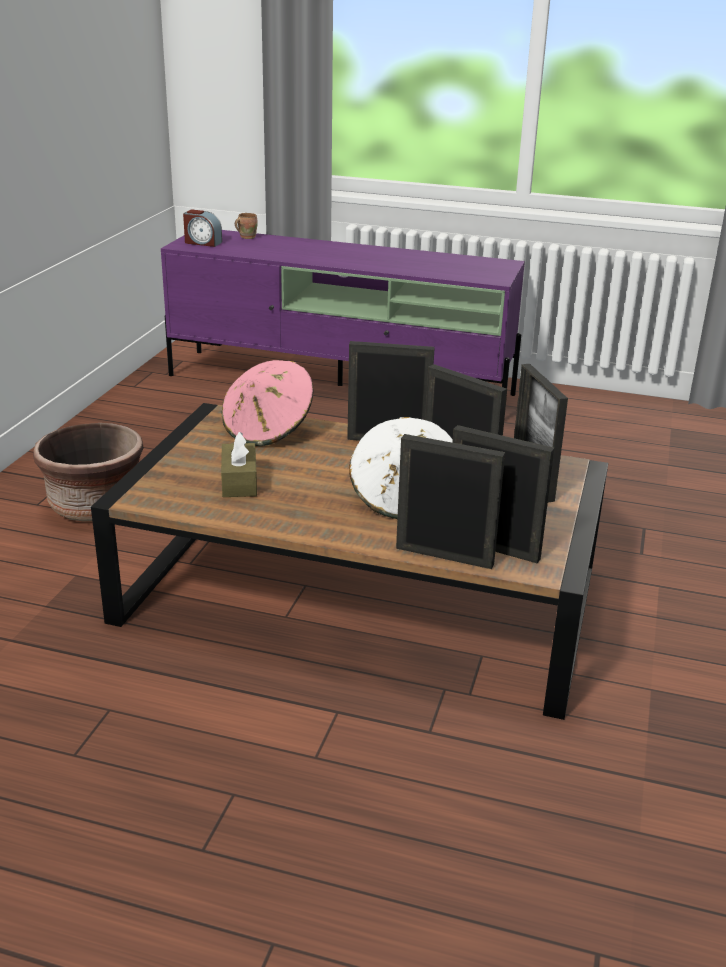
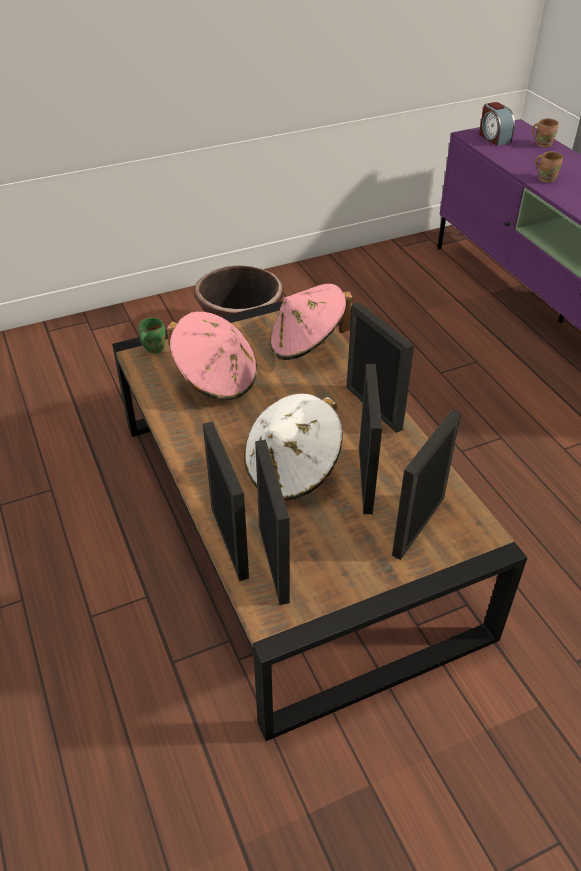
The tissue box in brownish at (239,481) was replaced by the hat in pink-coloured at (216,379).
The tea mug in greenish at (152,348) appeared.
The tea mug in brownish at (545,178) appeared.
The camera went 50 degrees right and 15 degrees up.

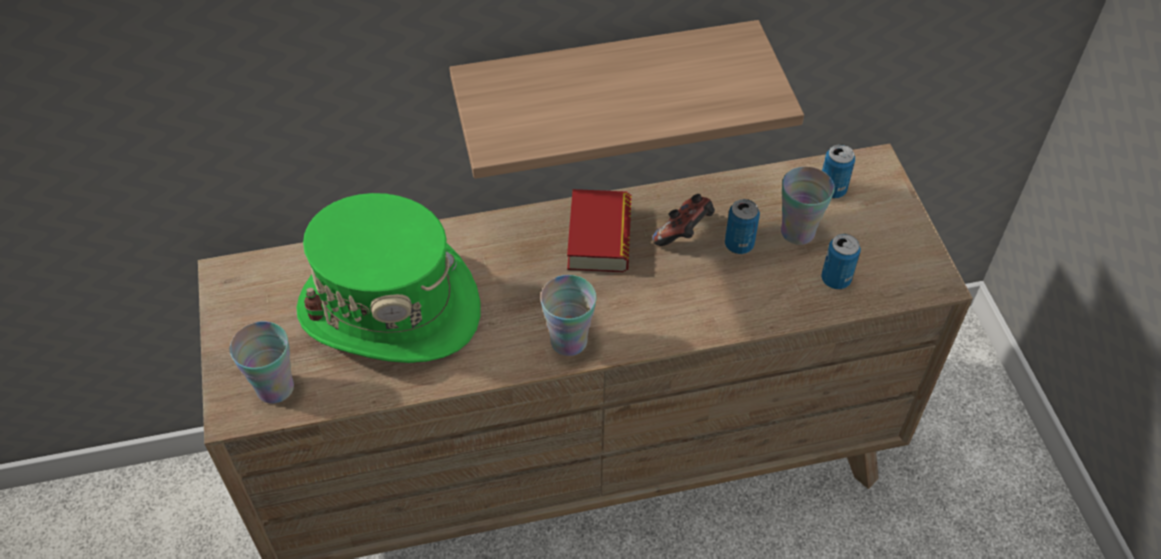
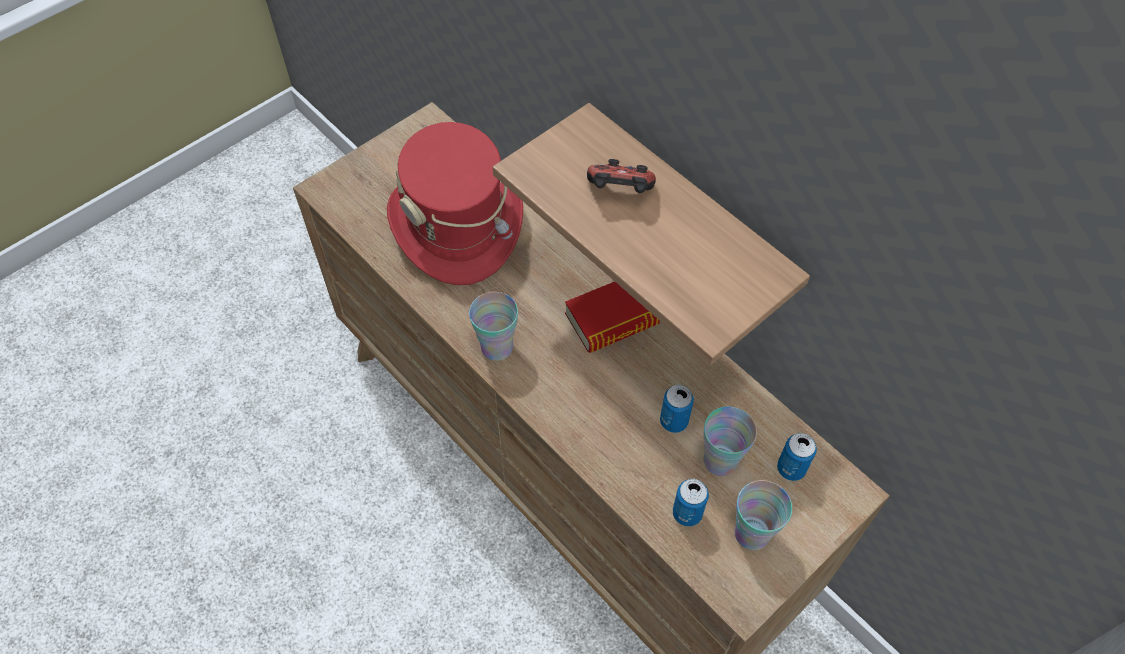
The cup moved from (275,388) to (752,533).
The hat in greenish at (390,308) became the hat in red-coloured at (458,224).
The game controller moved from (684,233) to (619,193).
The camera went 60 degrees right and 5 degrees up.

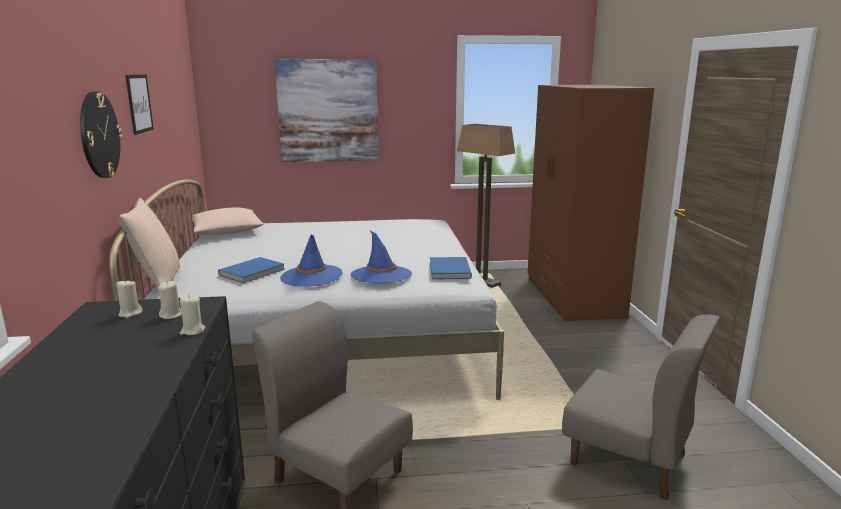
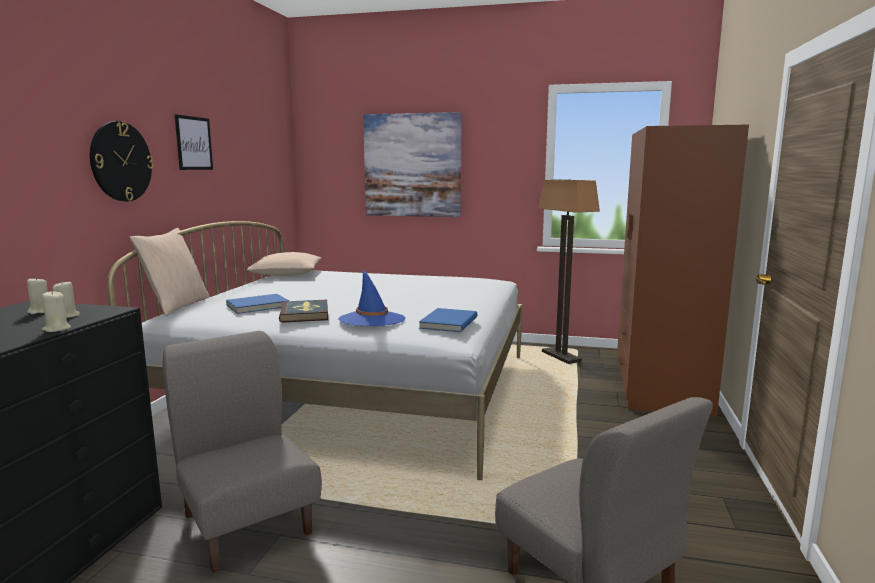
The hat in blue at (311,276) was replaced by the volume at (305,314).
The camera went 20 degrees right and 5 degrees down.

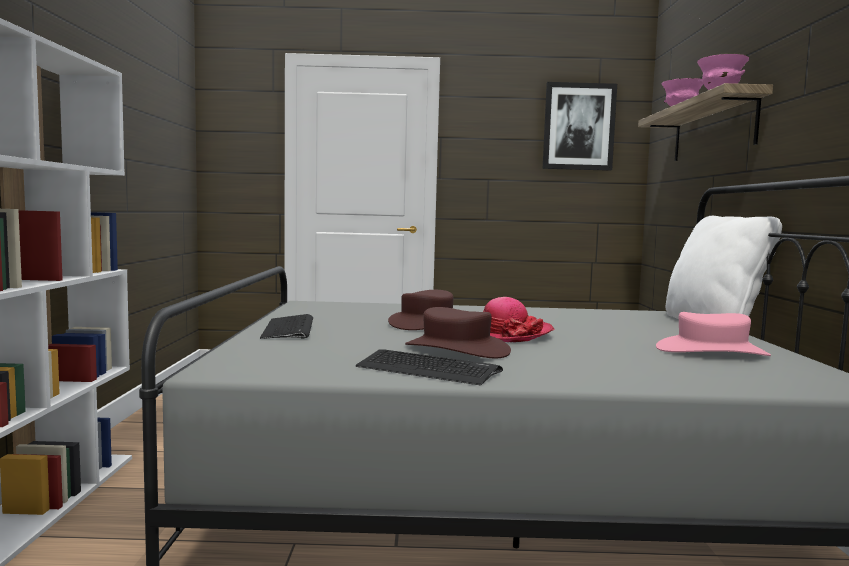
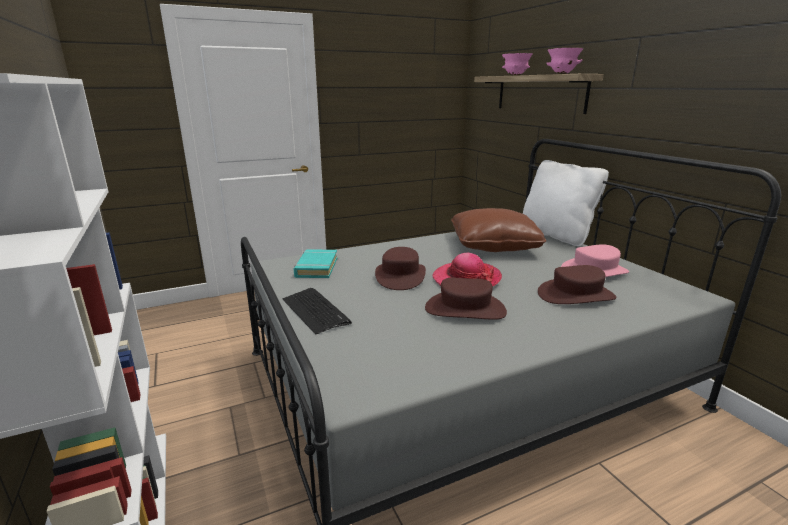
The PC keyboard at (428,369) disappeared.
The wall art at (578,127) disappeared.
The volume in turquoise-coloured at (316,267) appeared.
The cushion in brownish at (494,245) appeared.
The hat in brownish at (576,295) appeared.
The camera went 25 degrees left and 15 degrees up.

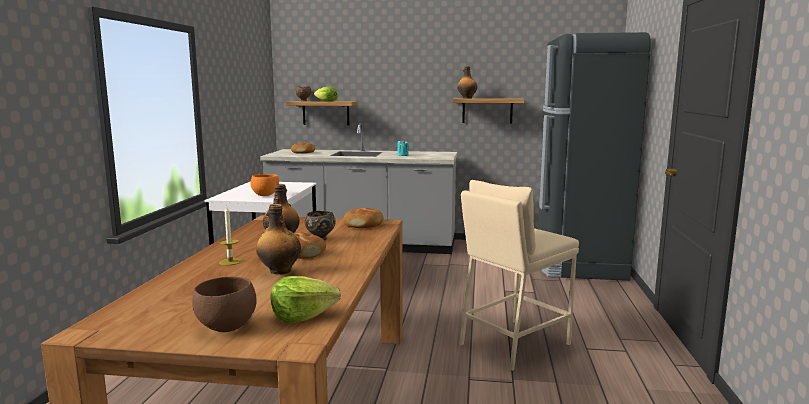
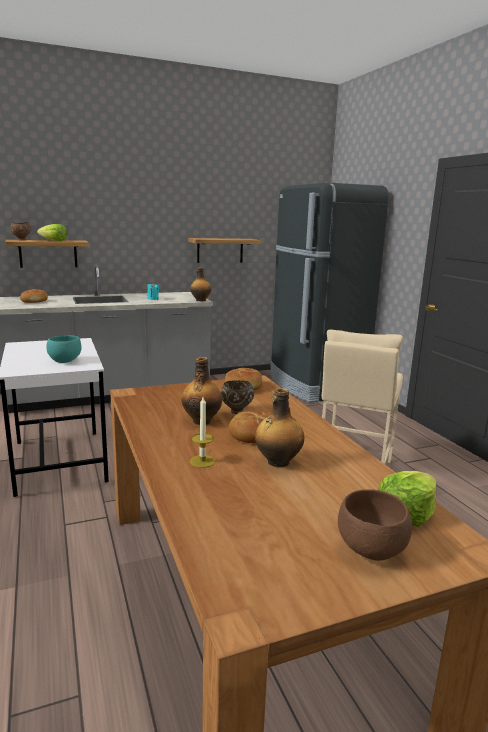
The bowl in orange-coloured at (265,195) became the bowl in turquoise-coloured at (64,361).
The bottle moved from (466,98) to (200,300).
The camera went 30 degrees left and 5 degrees up.

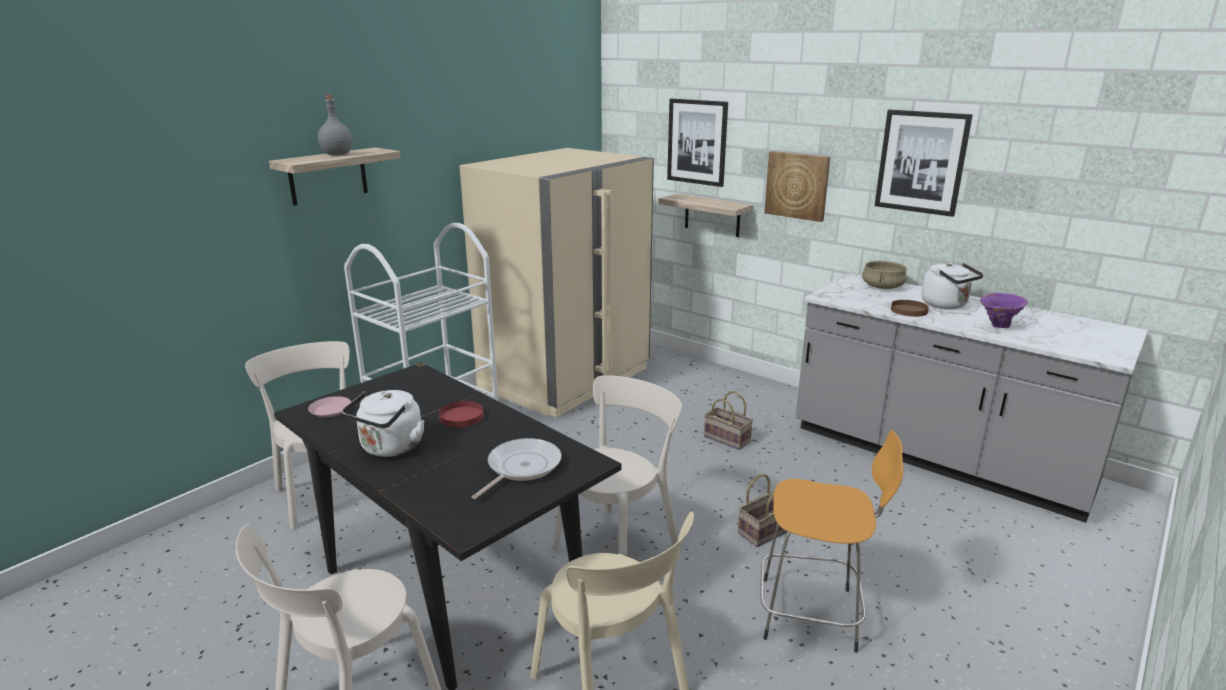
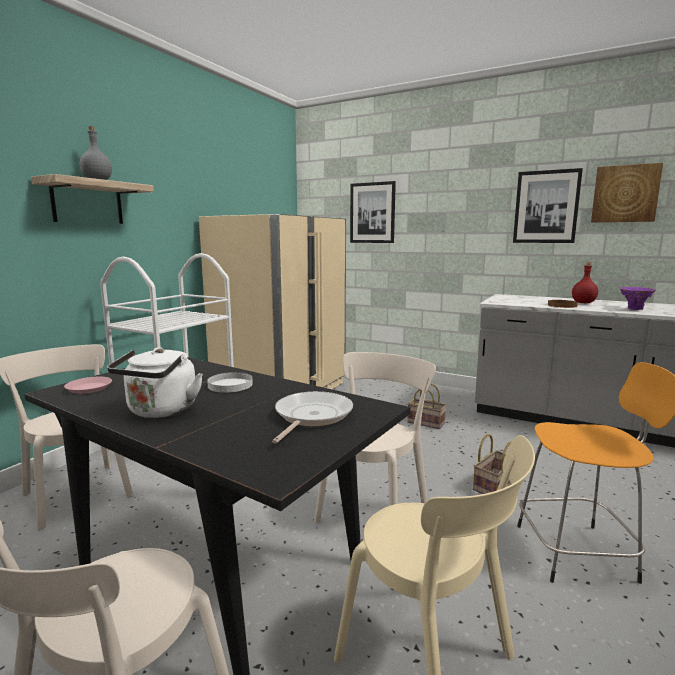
The flat dish in red-coloured at (462,416) became the flat dish in white-coloured at (230,385).
The wall shelf at (712,215) disappeared.
The wall art moved from (797,185) to (625,194).
The stockpot in sand-coloured at (882,287) disappeared.
The water kettle in white-coloured at (946,305) was replaced by the bottle in red-coloured at (584,303).
The camera went 10 degrees left and 10 degrees down.

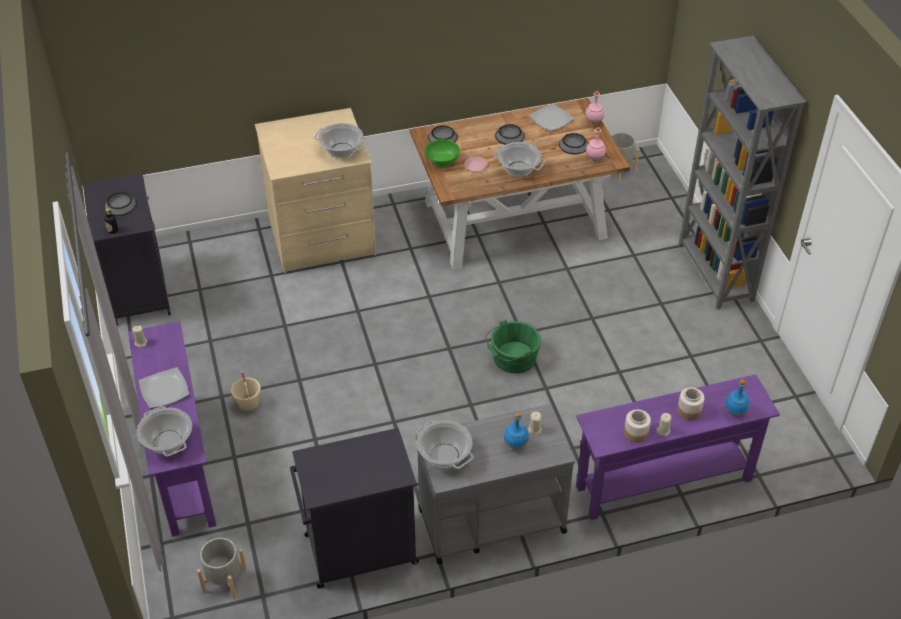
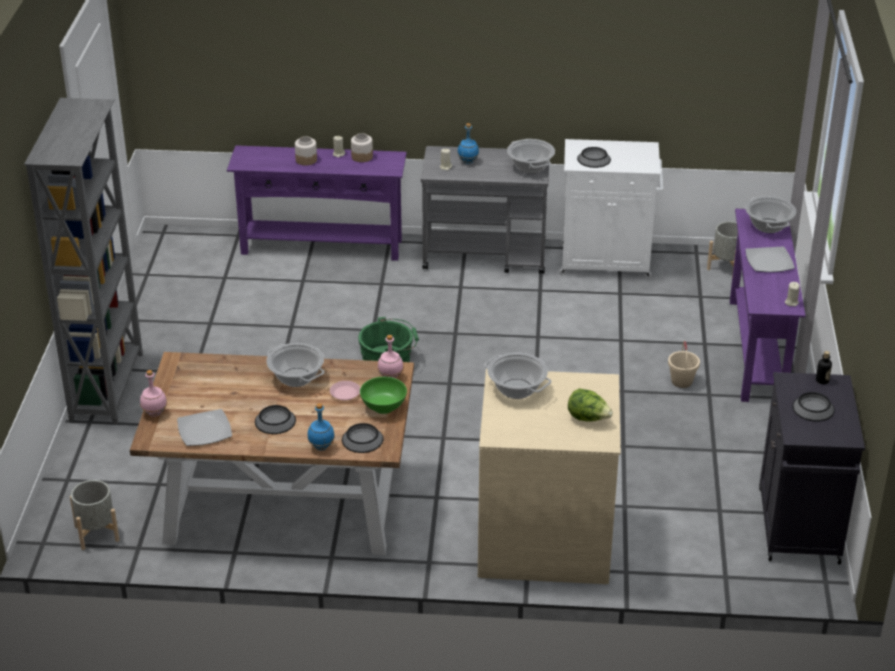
The storage cabinet in black at (358,550) became the storage cabinet in white-coloured at (607,261).
The bowl moved from (573,145) to (594,159).
The bottle in pink-coloured moved from (595,159) to (390,377).
The bottle in blue moved from (735,412) to (321,447).
The head of lettuce at (588,418) appeared.
The camera went 160 degrees left and 10 degrees down.

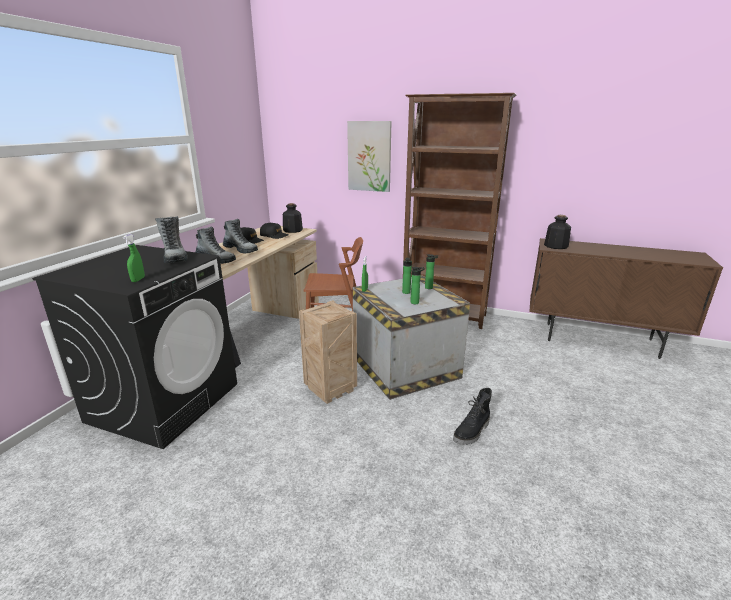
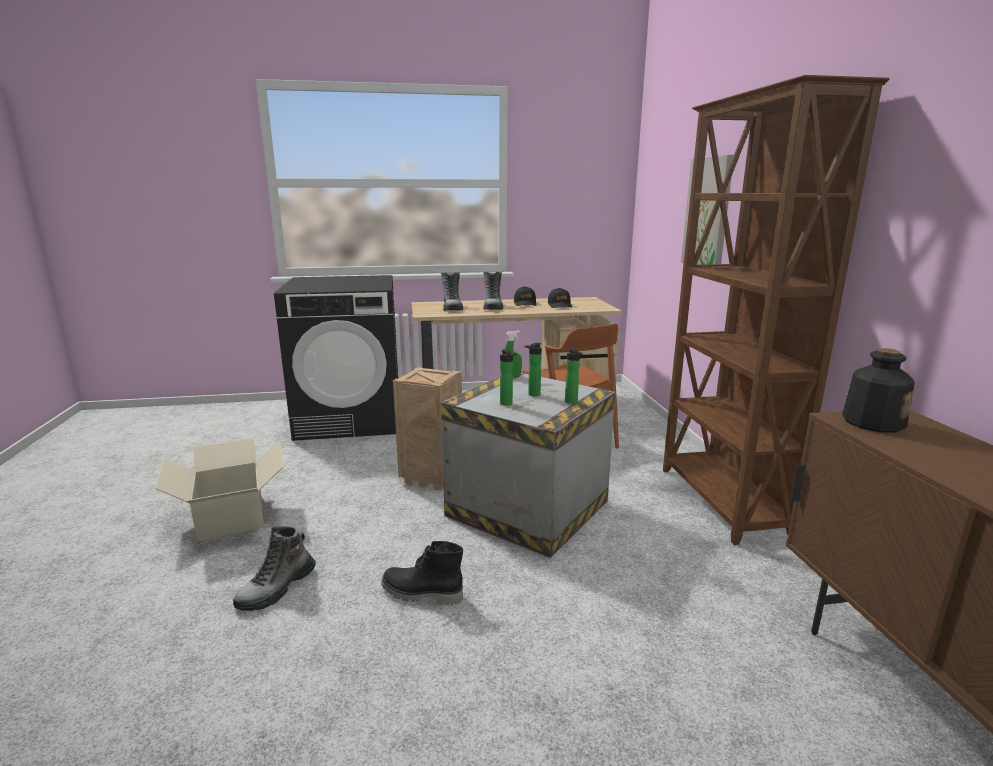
The sprayer in greenish at (138,280) disappeared.
The tall boot moved from (175,257) to (277,589).
The bottle at (292,230) disappeared.
The packing box at (232,516) appeared.
The camera went 60 degrees right and 5 degrees down.

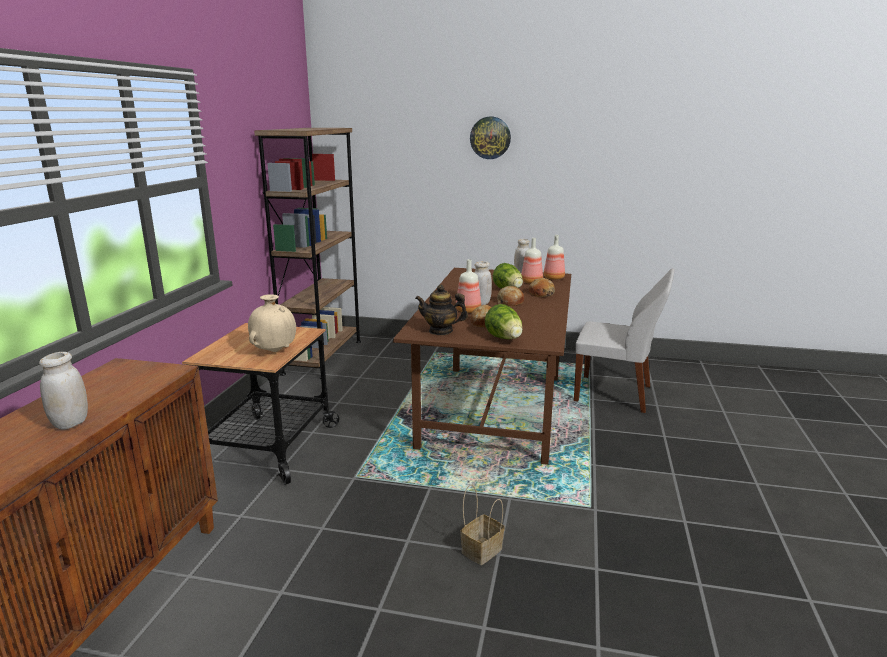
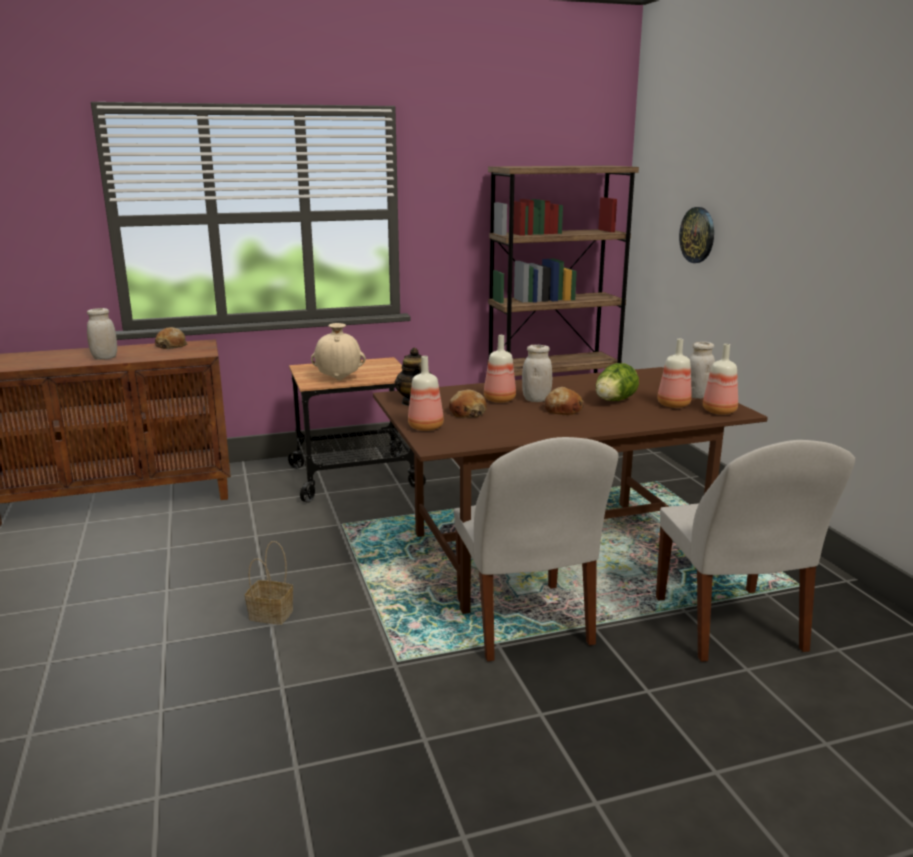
The clock on the wall moved from (490,138) to (698,235).
The head of lettuce at (505,338) was replaced by the bottle at (427,427).
The bakery bread moved from (541,293) to (171,345).
The chair in white-coloured at (524,624) appeared.
The camera went 60 degrees right and 0 degrees up.

